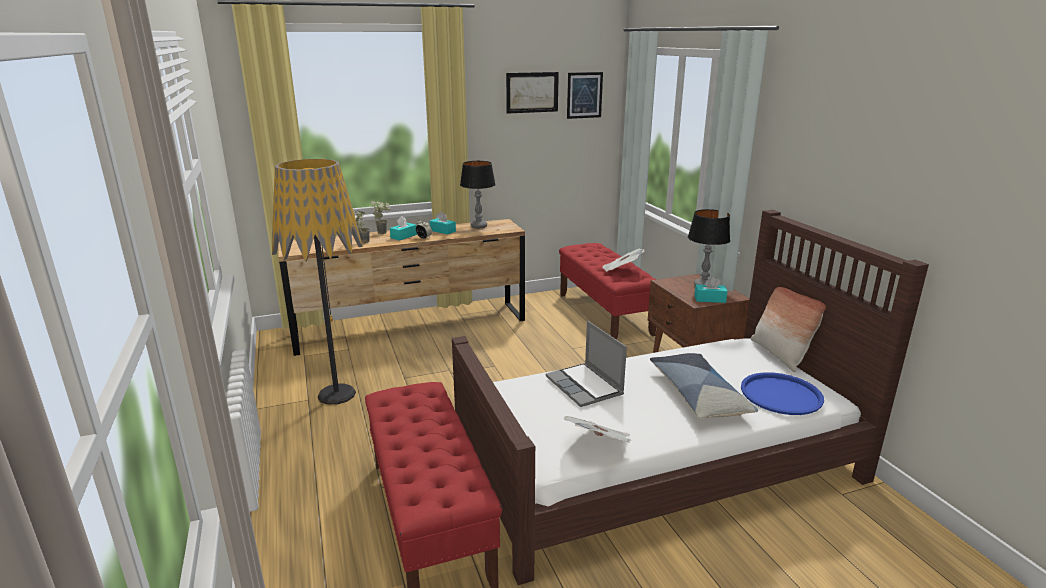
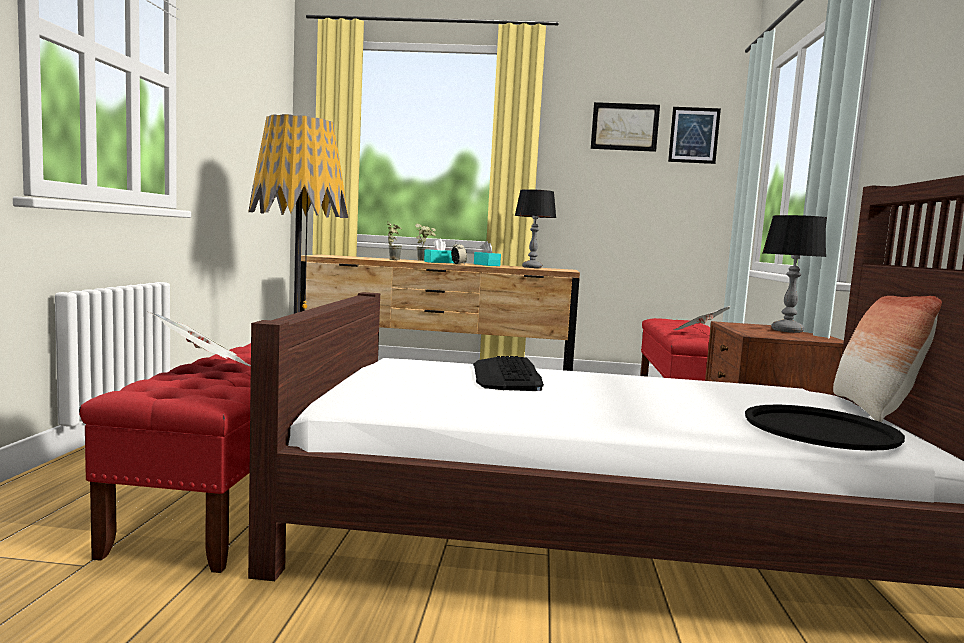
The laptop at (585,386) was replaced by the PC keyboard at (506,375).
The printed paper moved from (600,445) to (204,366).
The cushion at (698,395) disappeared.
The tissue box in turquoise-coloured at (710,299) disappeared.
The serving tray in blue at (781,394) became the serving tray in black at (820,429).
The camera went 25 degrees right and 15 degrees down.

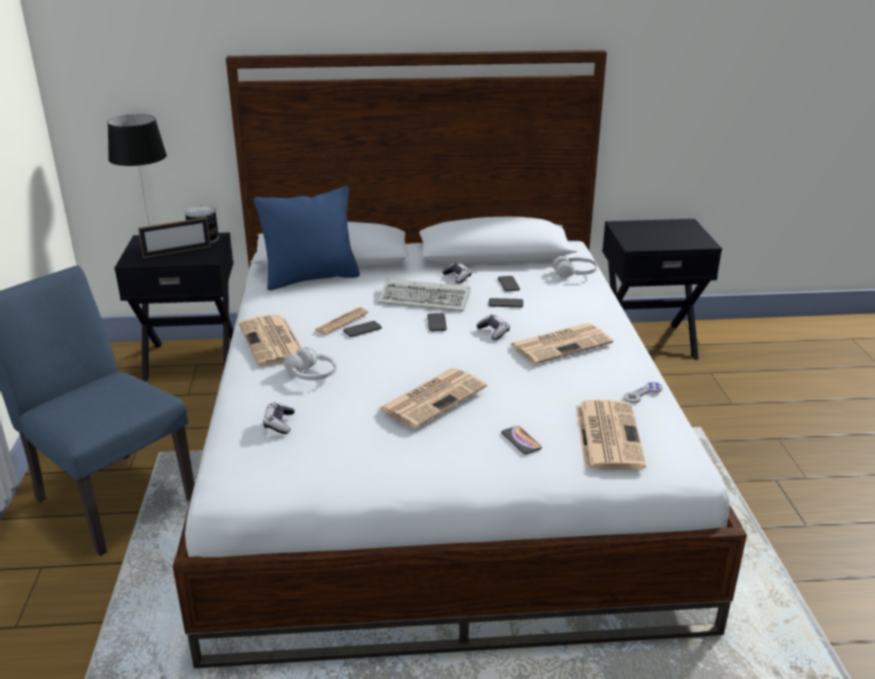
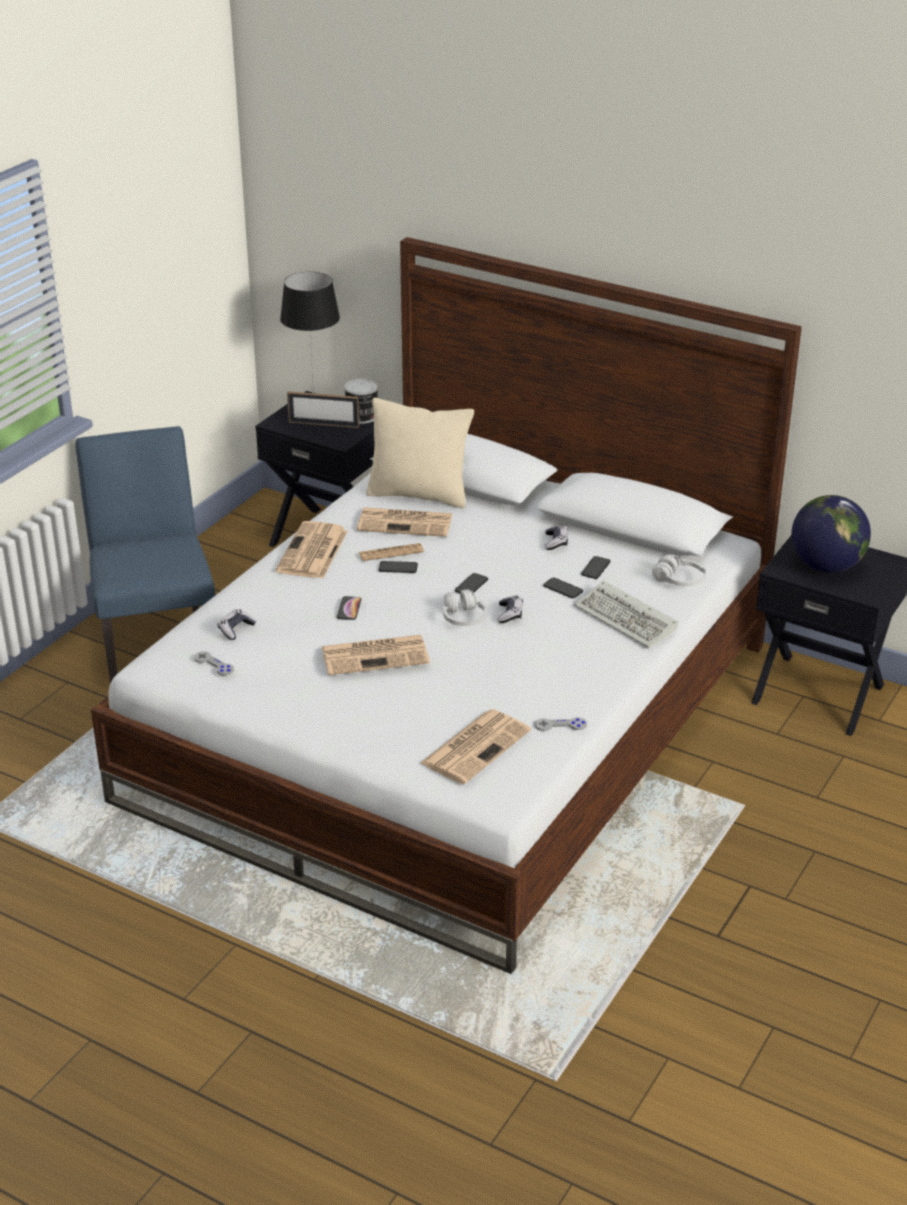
The cushion in blue at (311,278) became the cushion in sand-coloured at (419,495).
The headset in white-coloured moved from (311,375) to (463,618).
The PC keyboard moved from (427,299) to (628,619).
The handset moved from (521,440) to (349,609).
The printed paper moved from (561,344) to (406,523).
The game controller in greyish at (214,664) appeared.
The world globe at (826,566) appeared.
The camera went 35 degrees right and 5 degrees up.

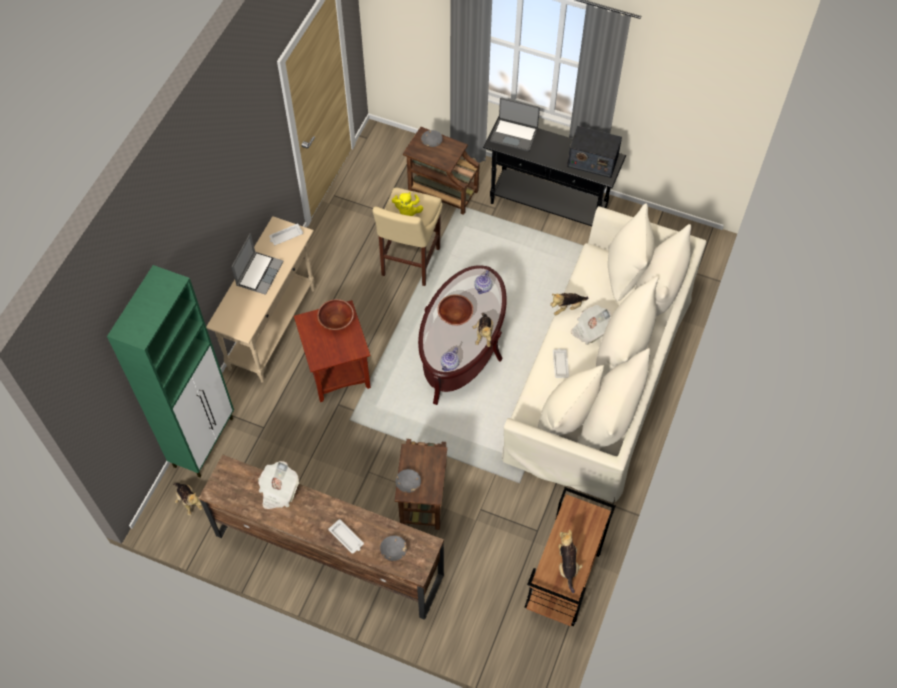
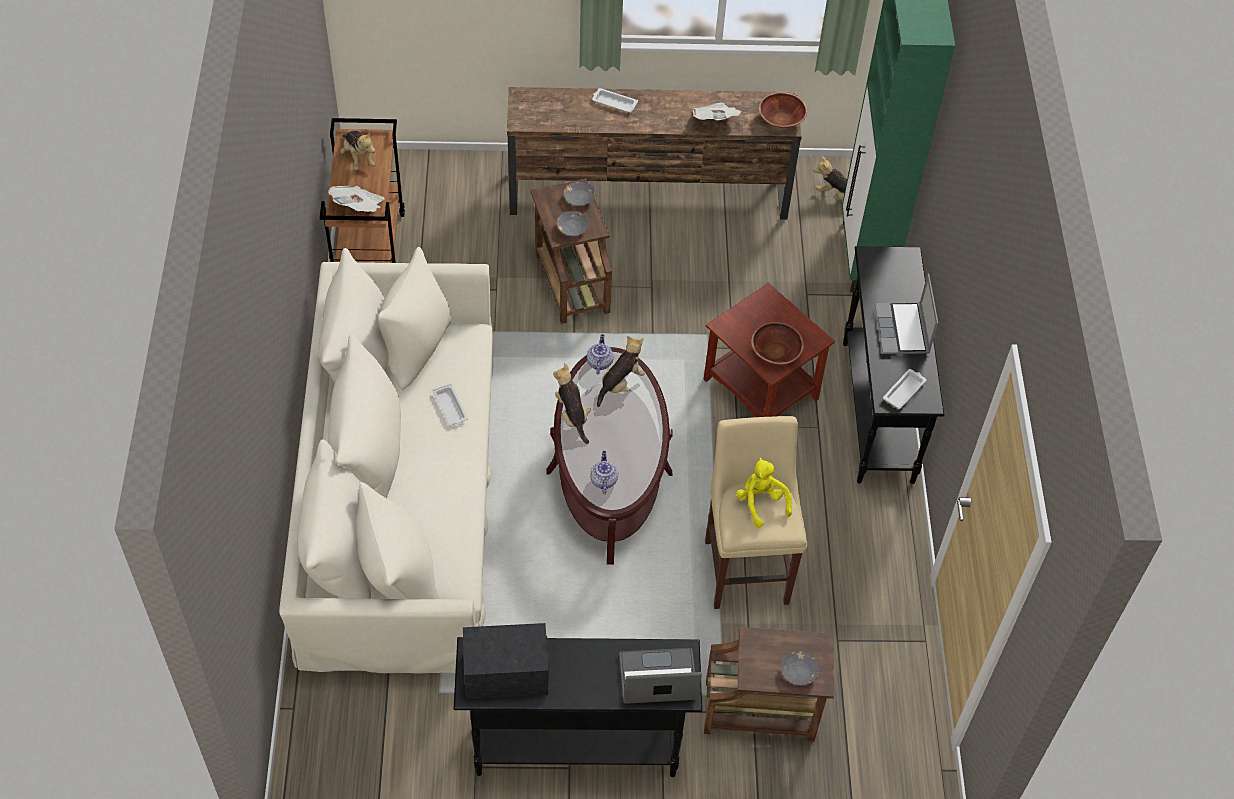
The narrow table in sand-coloured at (273,328) became the narrow table in black at (877,412).
The bowl in greyish moved from (394,550) to (572,228).
The bowl in brownish moved from (455,315) to (781,120).
The soft toy moved from (566,307) to (620,384).
The printed paper moved from (590,330) to (359,208).
The camera went 155 degrees right and 5 degrees down.

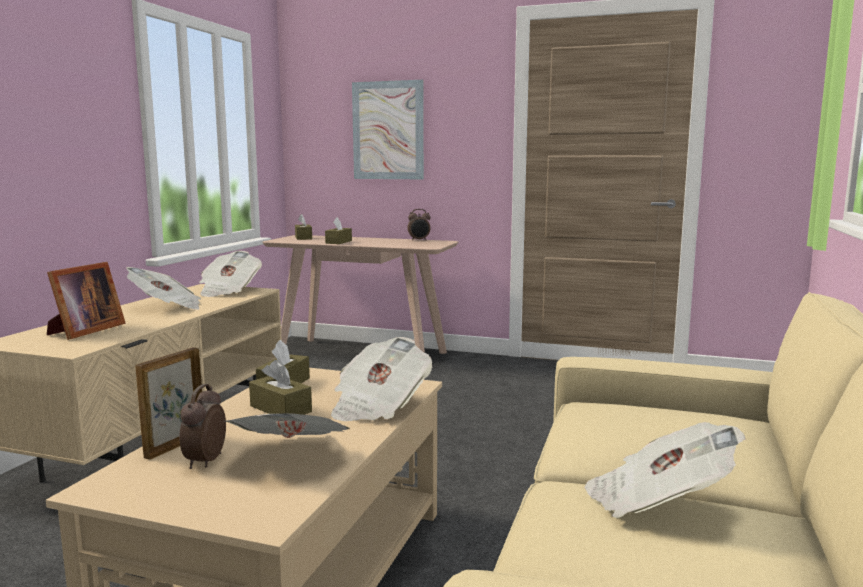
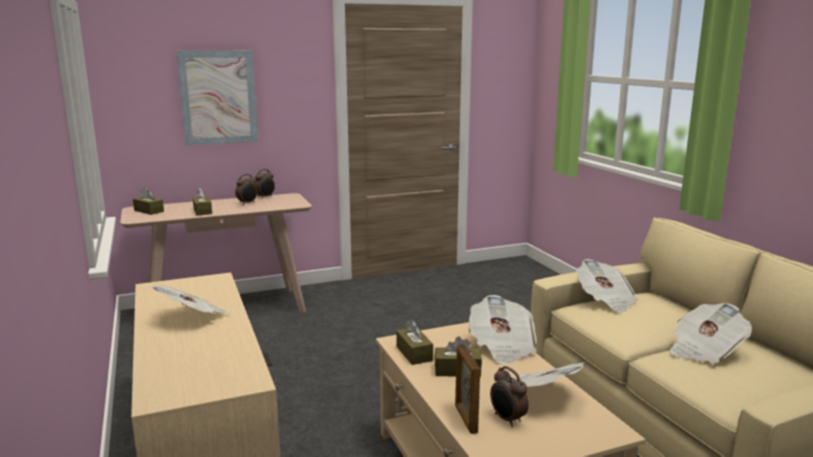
The photo frame at (84,331) disappeared.
The printed paper moved from (228,291) to (605,301).
The alarm clock at (247,203) appeared.
The camera went 40 degrees left and 5 degrees up.

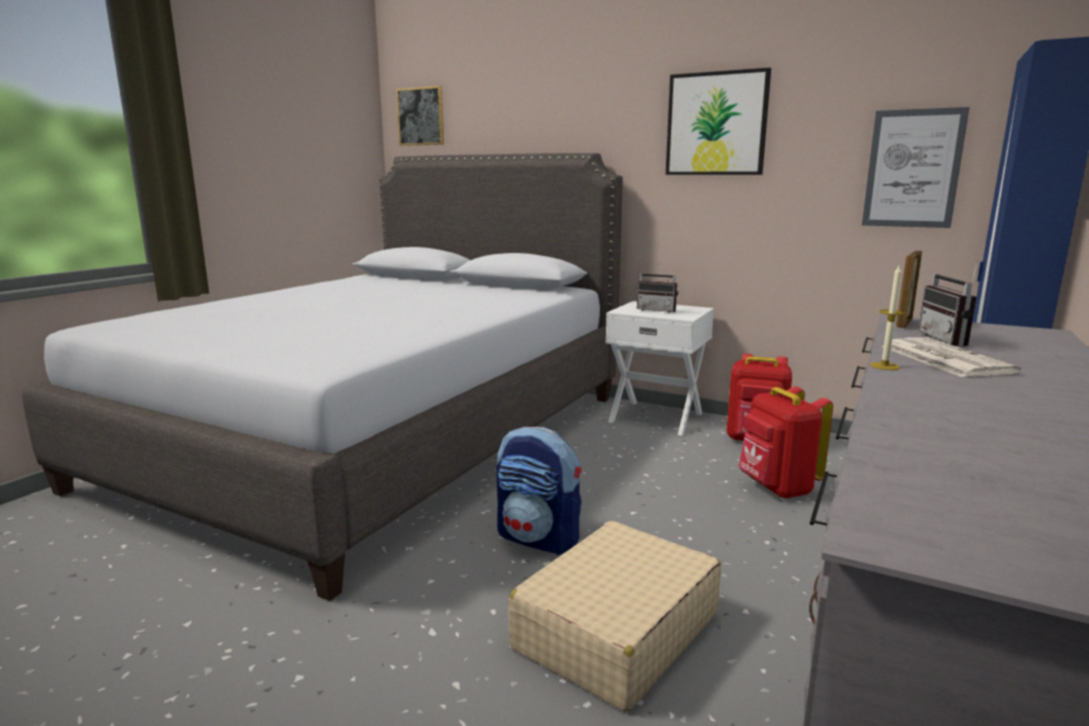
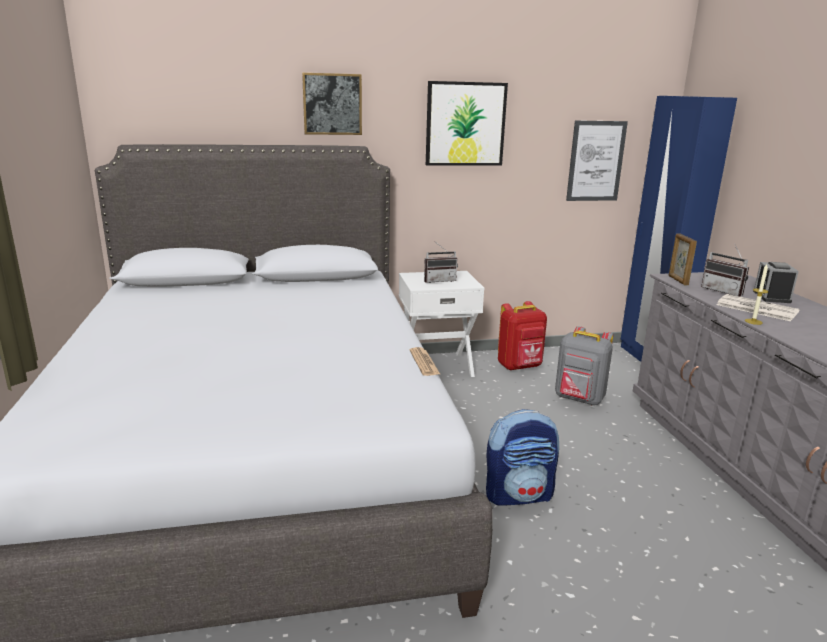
The wall art moved from (421,116) to (332,104).
The suitcase in sand-coloured at (615,631) disappeared.
The rucksack in red-coloured at (777,488) became the rucksack in greyish at (579,399).
The printed paper at (424,362) appeared.
The alarm clock at (771,296) appeared.
The camera went 40 degrees left and 5 degrees up.

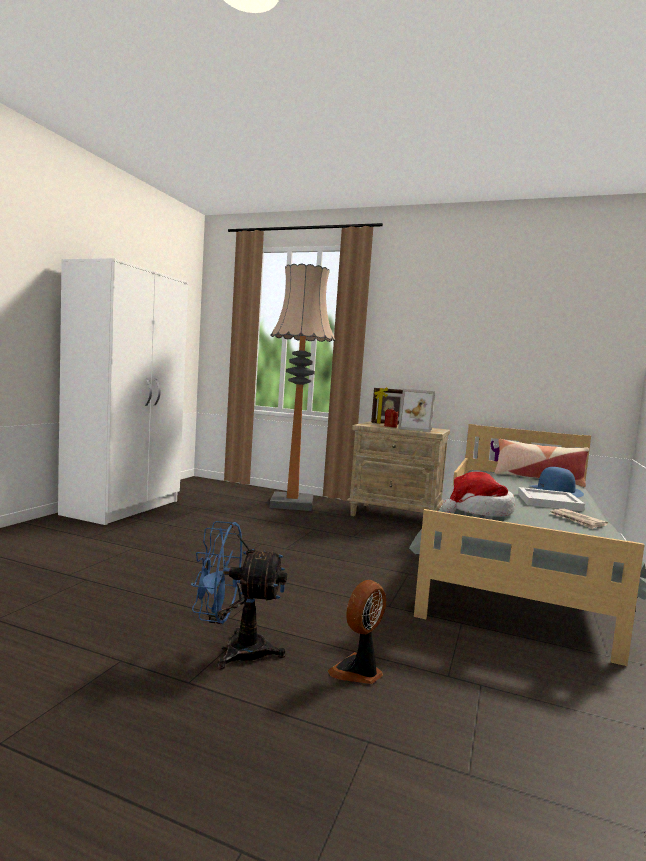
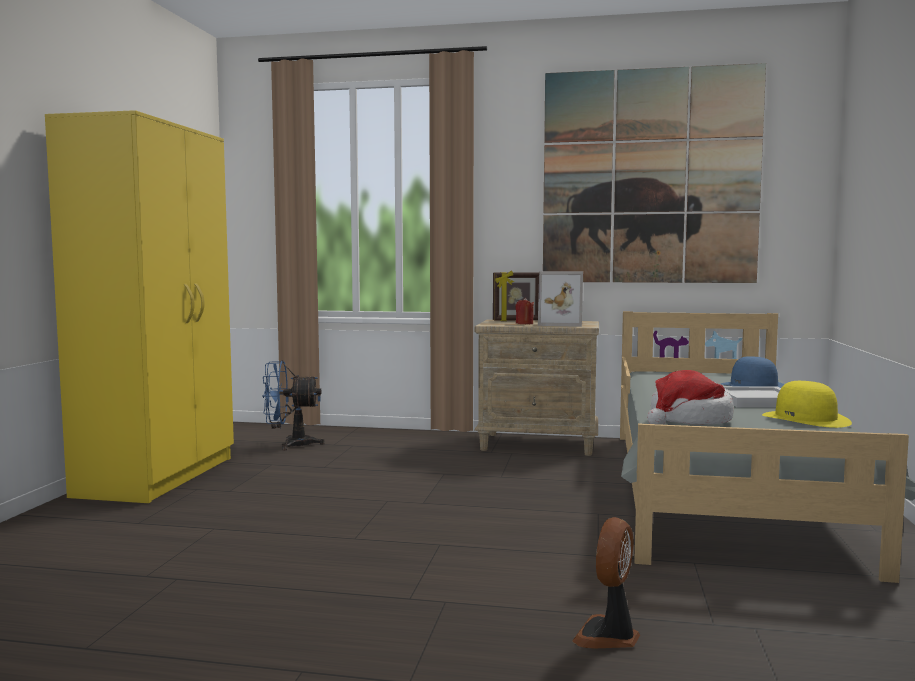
The wardrobe in white-coloured at (124,507) became the wardrobe in yellow at (159,476).
The cooling fan in blue moved from (234,650) to (290,444).
The floor lamp at (292,504) disappeared.
The cushion at (538,479) disappeared.
The printed paper at (577,521) was replaced by the hat in yellow at (806,419).
The wall art at (649,177) appeared.
The camera went 10 degrees left and 0 degrees up.

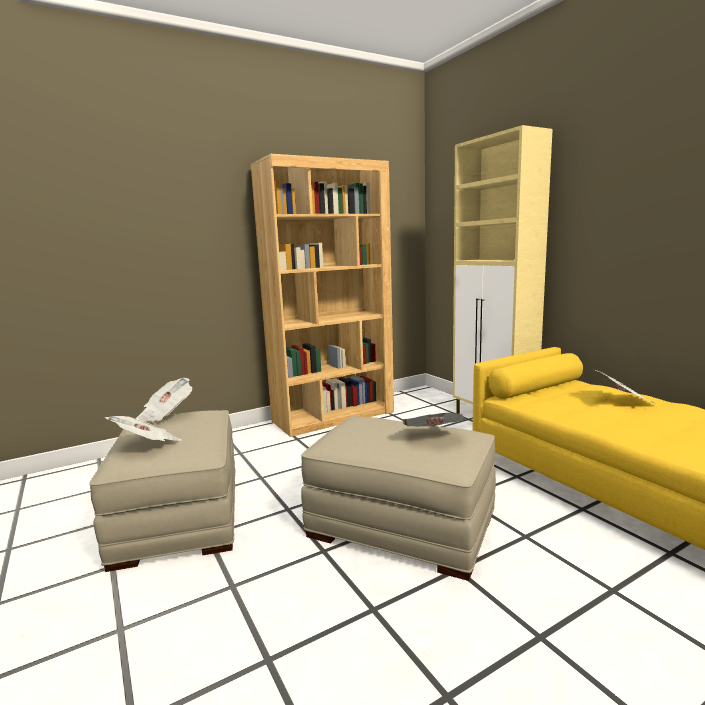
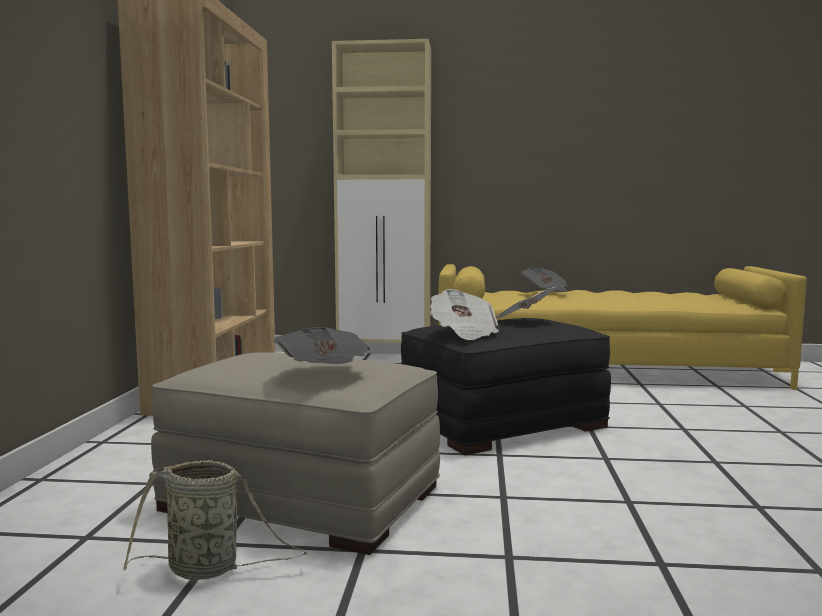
The printed paper moved from (165,414) to (464,333).
The pouffe in sand-coloured at (402,524) became the pouffe in black at (503,423).
The household basket at (208,569) appeared.
The camera went 55 degrees left and 5 degrees down.

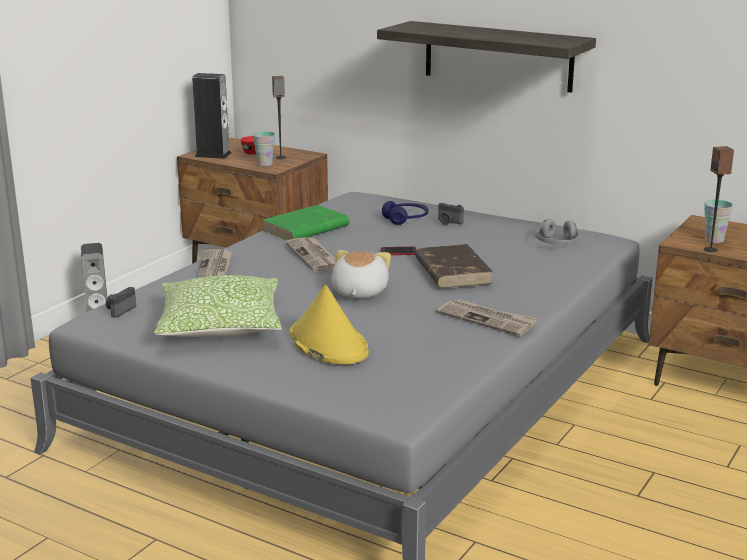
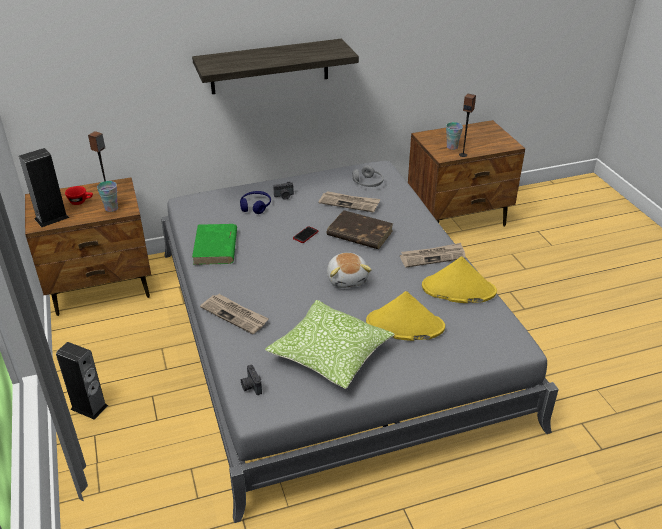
The printed paper moved from (314,256) to (349,203).
The soft toy at (358,292) turned 150 degrees counterclockwise.
The hat in yellow at (458,289) appeared.
The camera went 50 degrees left and 15 degrees up.

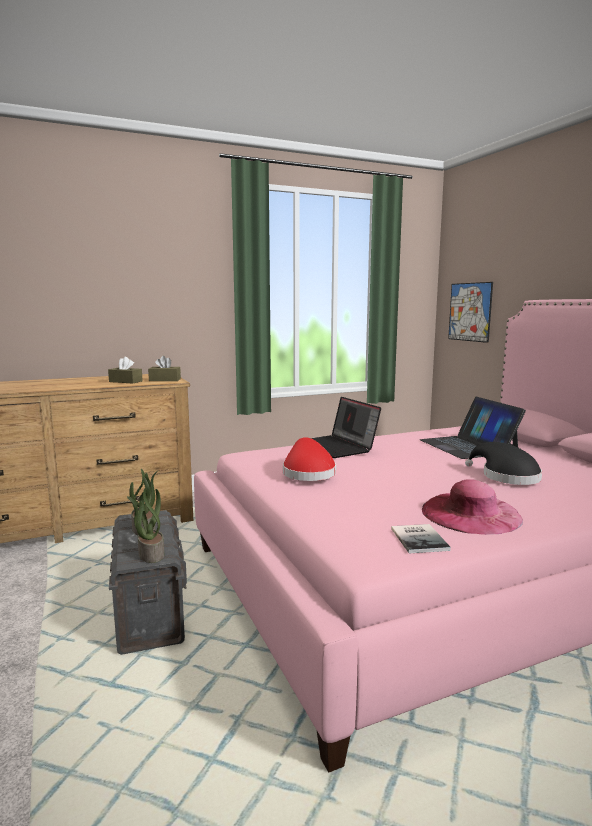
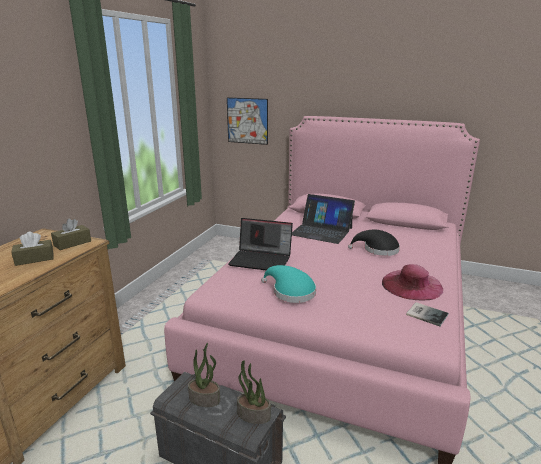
The hat in red-coloured at (307,472) became the hat in turquoise-coloured at (291,292).
The camera went 45 degrees left and 10 degrees up.

